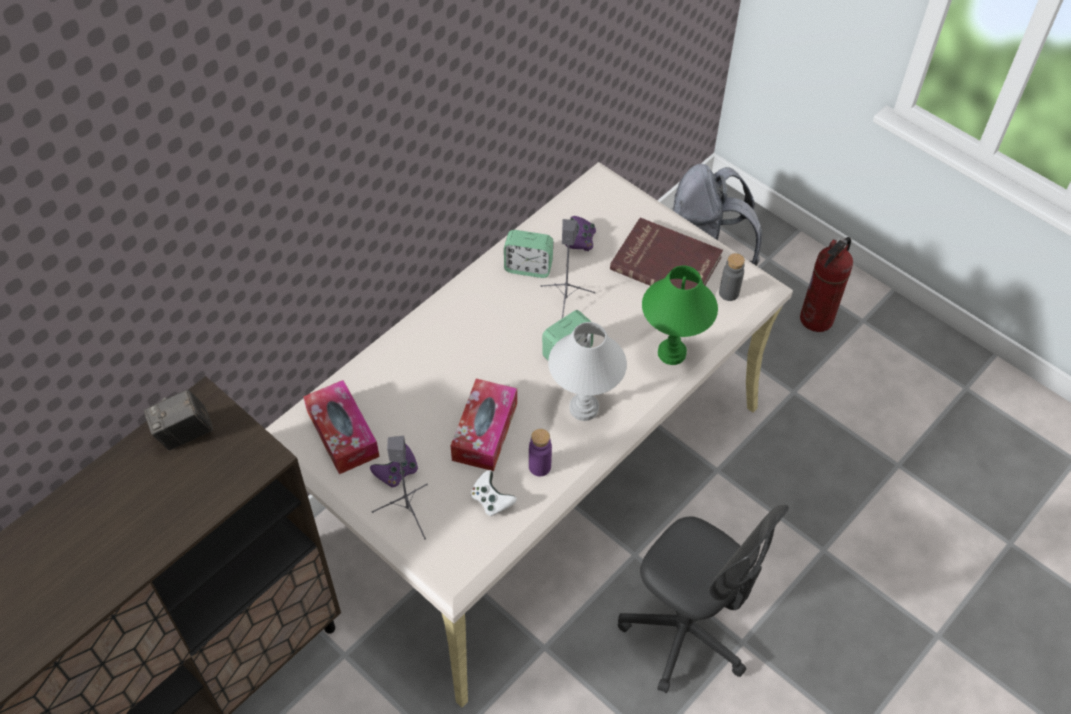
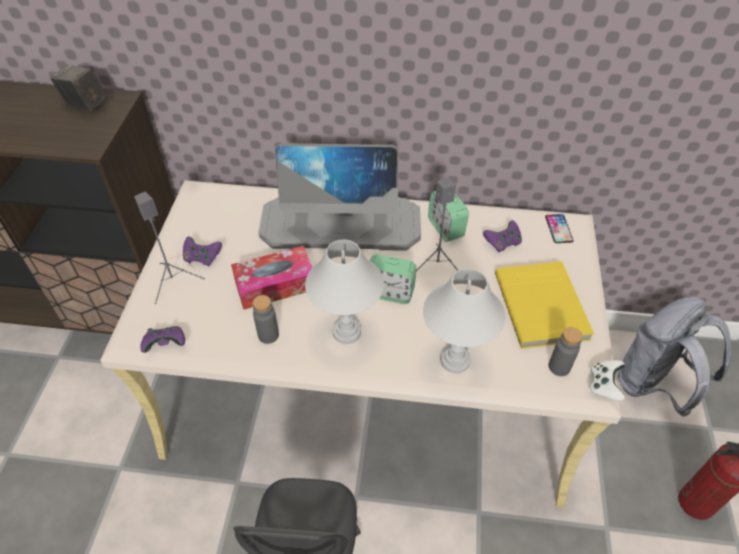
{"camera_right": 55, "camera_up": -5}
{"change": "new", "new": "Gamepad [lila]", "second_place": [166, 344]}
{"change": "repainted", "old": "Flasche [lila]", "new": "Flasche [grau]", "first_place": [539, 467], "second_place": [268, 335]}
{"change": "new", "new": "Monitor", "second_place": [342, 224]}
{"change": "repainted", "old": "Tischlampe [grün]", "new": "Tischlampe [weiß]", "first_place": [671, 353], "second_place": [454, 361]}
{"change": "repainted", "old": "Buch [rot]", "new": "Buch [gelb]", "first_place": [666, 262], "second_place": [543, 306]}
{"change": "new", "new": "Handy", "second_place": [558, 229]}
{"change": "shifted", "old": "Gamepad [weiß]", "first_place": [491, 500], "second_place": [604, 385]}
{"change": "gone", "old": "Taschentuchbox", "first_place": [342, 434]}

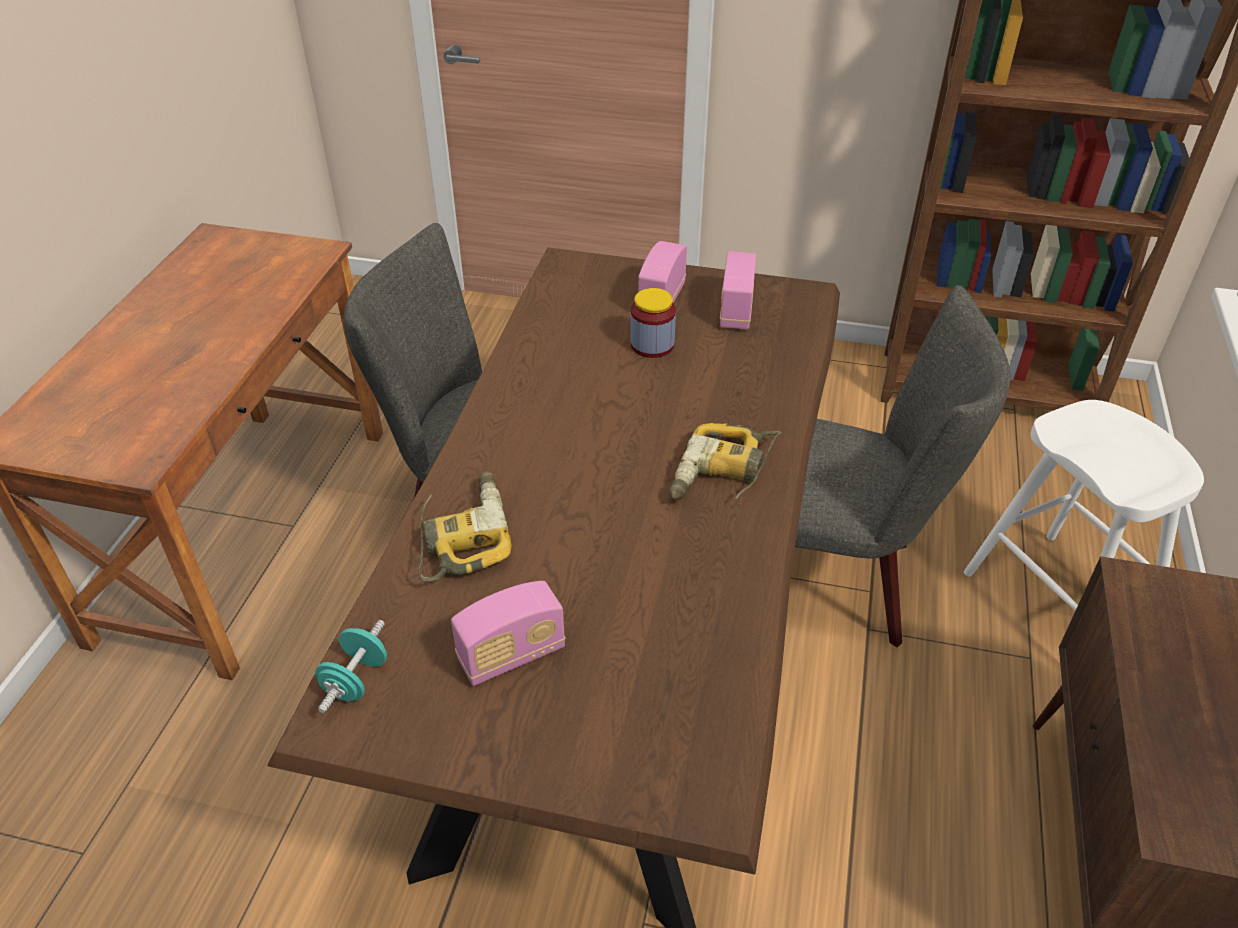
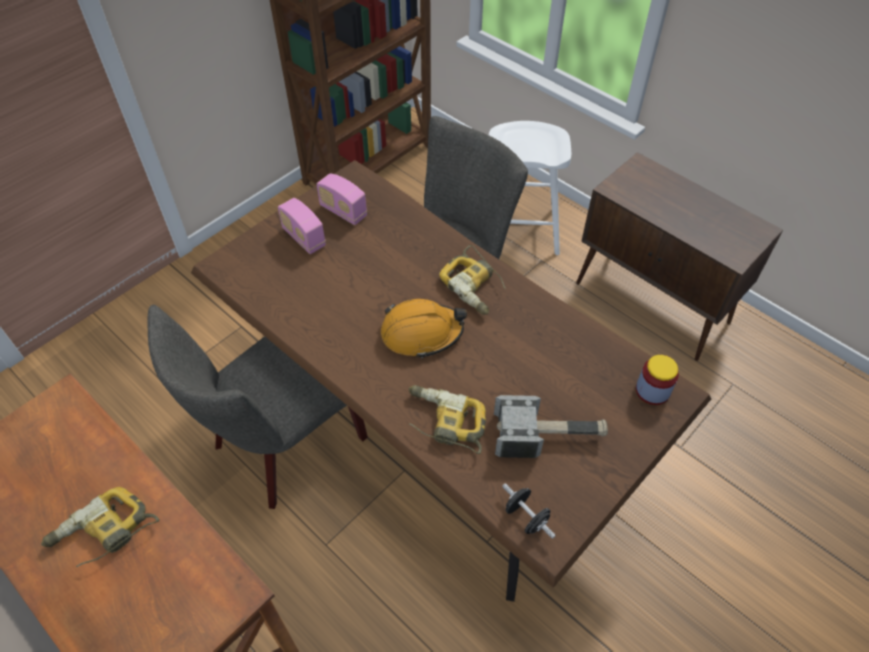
{"camera_right": -60, "camera_up": 10}
{"change": "new", "new": "Bohrmaschine", "second_place": [103, 534]}
{"change": "new", "new": "Schutzhelm [orange]", "second_place": [421, 333]}
{"change": "swapped", "old": "Radio", "new": "Hammer", "first_place": [511, 655], "second_place": [548, 435]}
{"change": "repainted", "old": "Hantel [türkis]", "new": "Hantel [schwarz]", "first_place": [356, 680], "second_place": [526, 517]}
{"change": "shifted", "old": "Vorratsglas", "first_place": [652, 345], "second_place": [652, 390]}

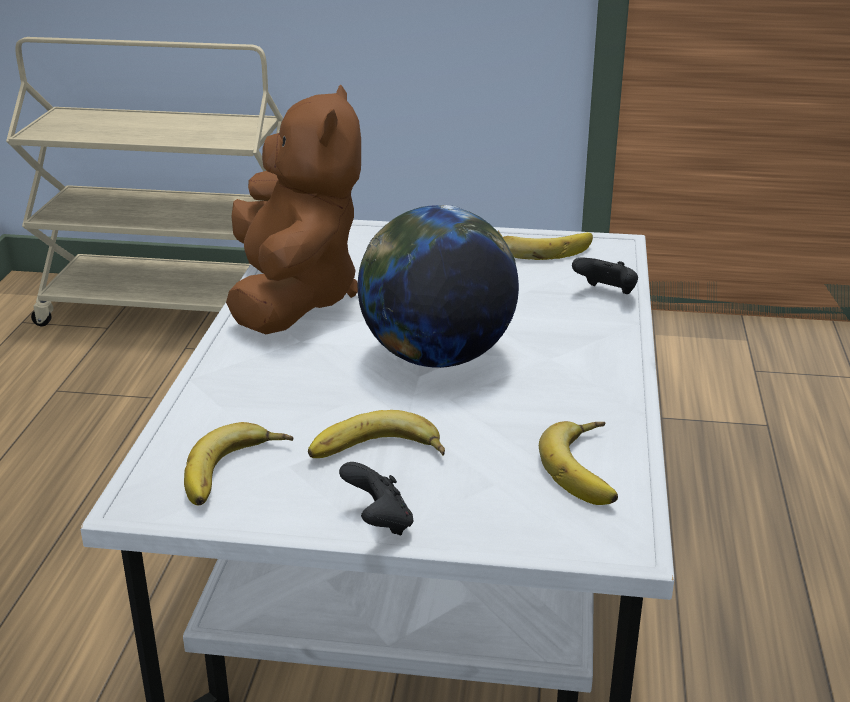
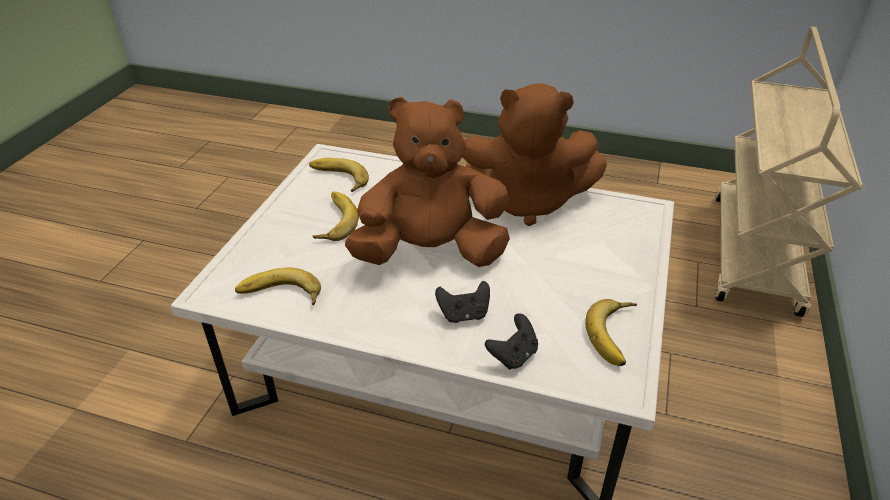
{"camera_right": 100, "camera_up": 10}
{"change": "swapped", "old": "Globus", "new": "Plüschtier [braun]", "first_place": [437, 358], "second_place": [431, 252]}
{"change": "shifted", "old": "Gamepad [schwarz]", "first_place": [379, 522], "second_place": [464, 314]}

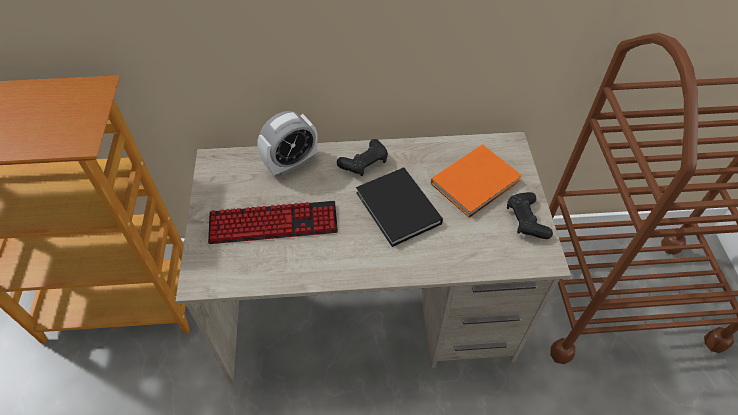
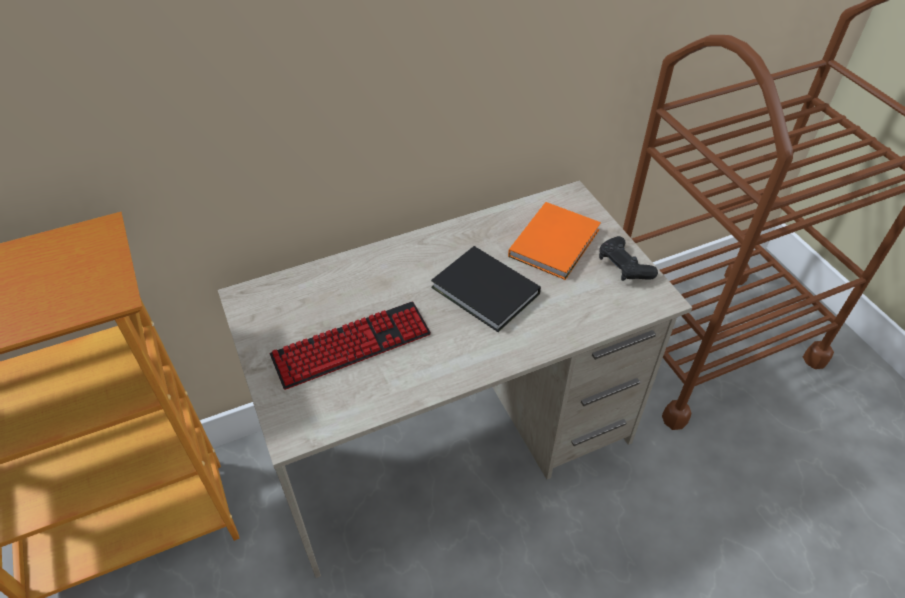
{"camera_right": -20, "camera_up": -5}
{"change": "gone", "old": "Wecker", "first_place": [291, 163]}
{"change": "gone", "old": "Gamepad [schwarz]", "first_place": [364, 163]}

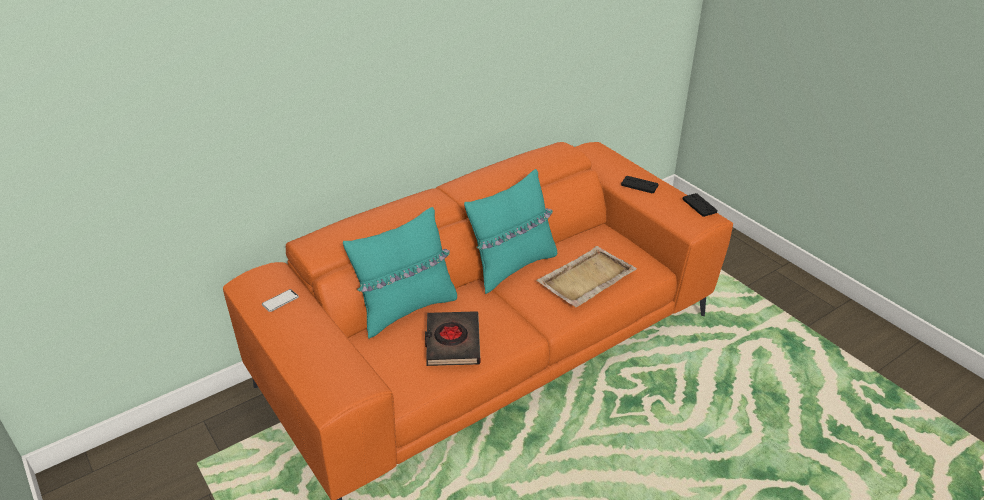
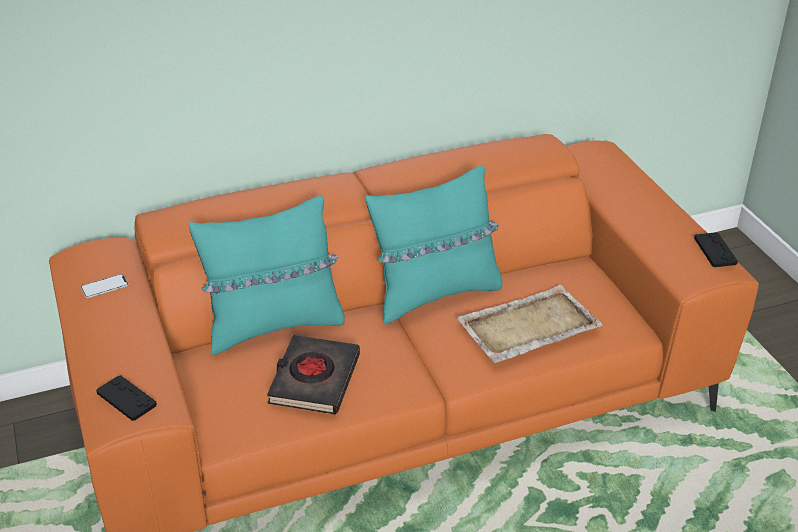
{"camera_right": 15, "camera_up": 0}
{"change": "shifted", "old": "Gamepad [schwarz]", "first_place": [639, 185], "second_place": [126, 399]}

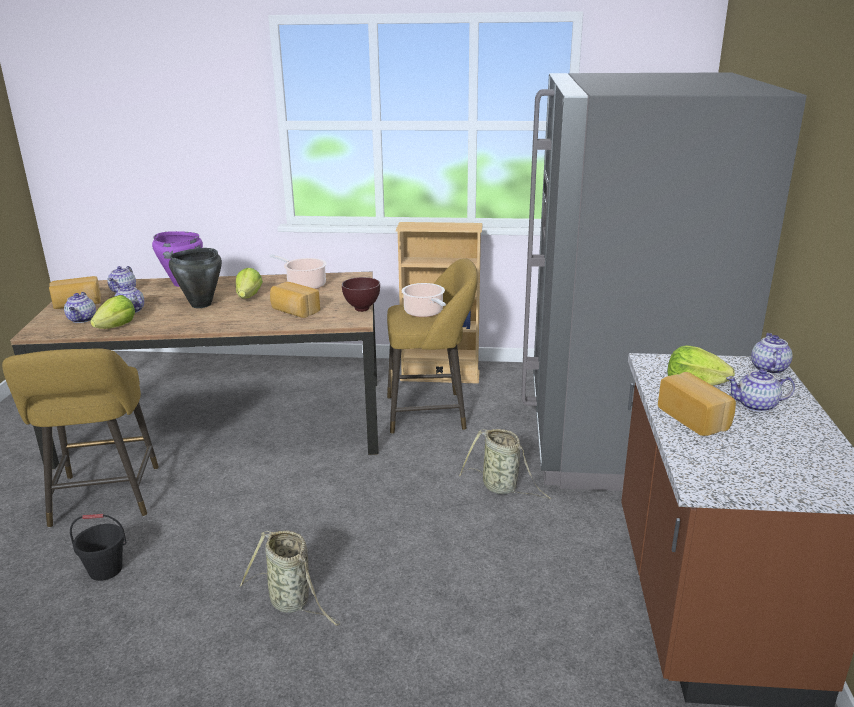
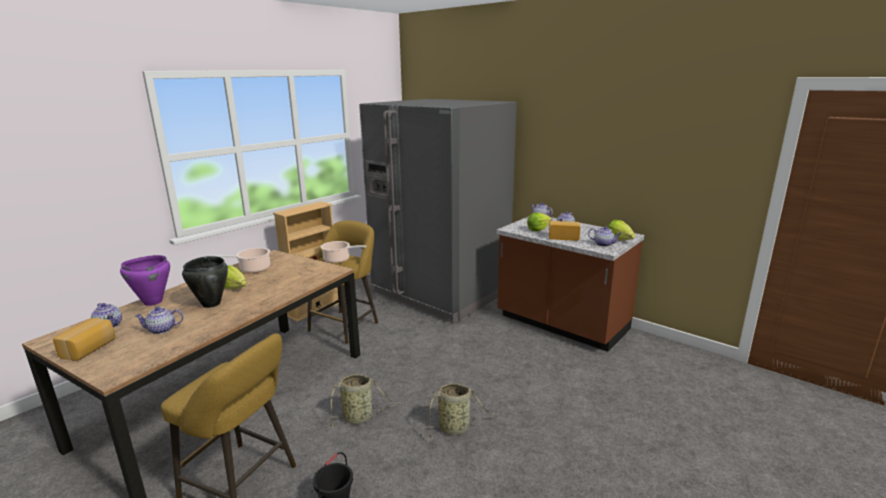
{"camera_right": -55, "camera_up": -5}
{"change": "shifted", "old": "Korb", "first_place": [502, 488], "second_place": [360, 417]}
{"change": "shifted", "old": "Teekanne", "first_place": [82, 320], "second_place": [604, 244]}
{"change": "shifted", "old": "Salatkopf", "first_place": [116, 327], "second_place": [619, 239]}
{"change": "gone", "old": "Brot", "first_place": [294, 311]}
{"change": "gone", "old": "Schüssel [braun]", "first_place": [362, 310]}

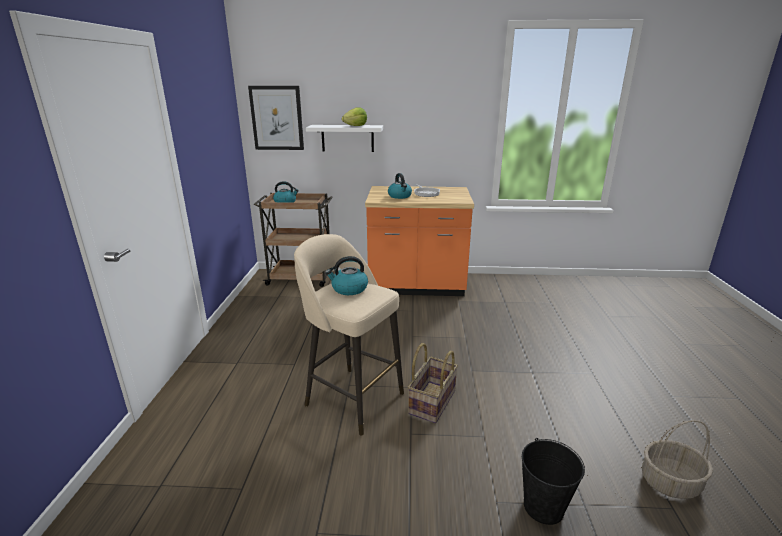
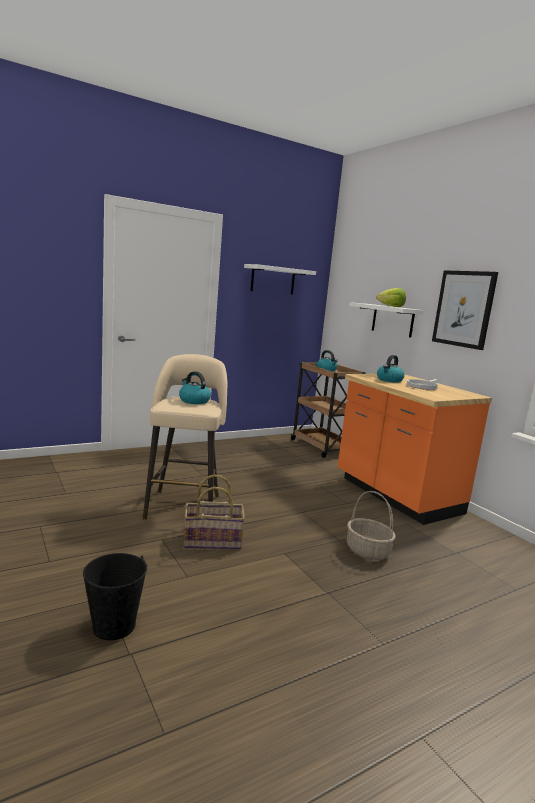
{"camera_right": 55, "camera_up": -10}
{"change": "new", "new": "Wandregal [weiß]", "second_place": [273, 280]}
{"change": "shifted", "old": "Korb", "first_place": [670, 482], "second_place": [367, 551]}
{"change": "shifted", "old": "Bild", "first_place": [277, 118], "second_place": [464, 309]}

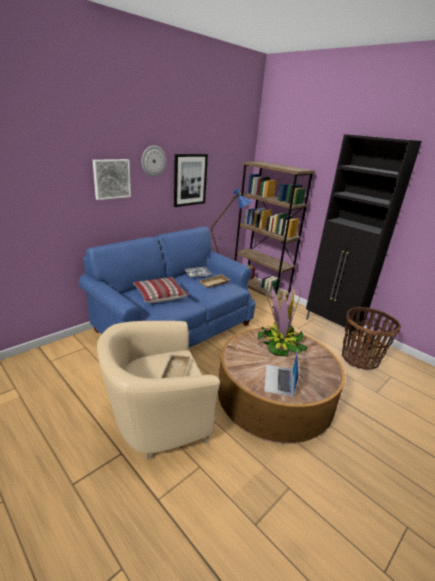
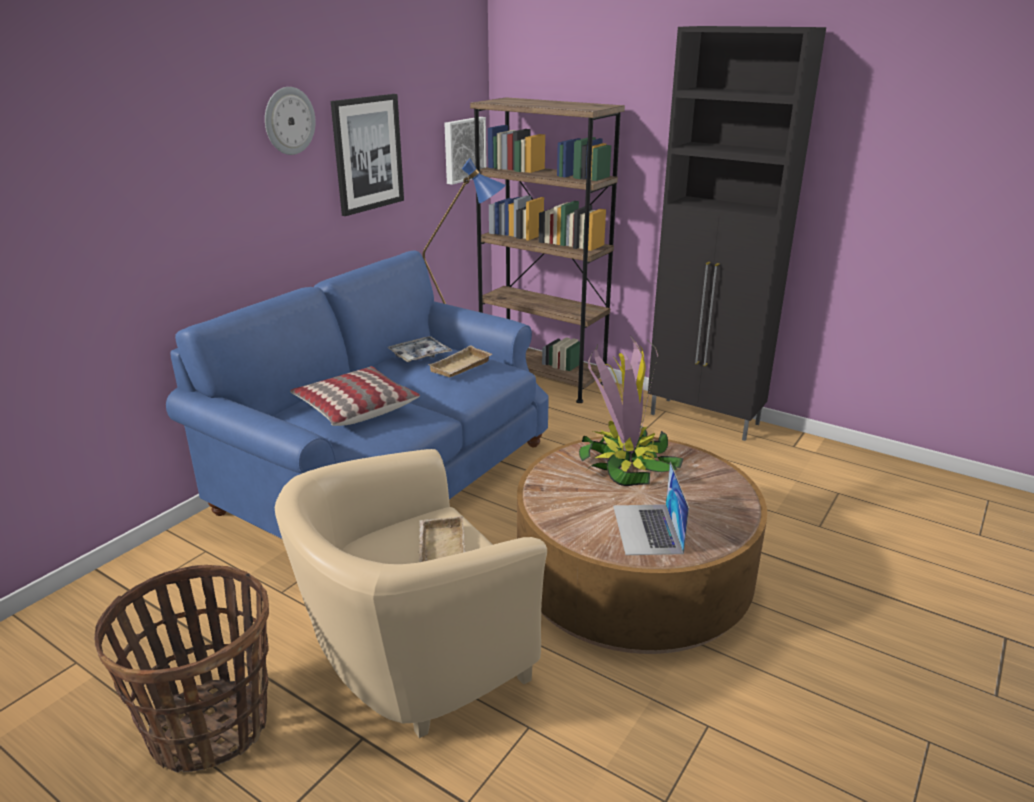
{"camera_right": -10, "camera_up": 0}
{"change": "shifted", "old": "Korb", "first_place": [360, 359], "second_place": [210, 727]}
{"change": "shifted", "old": "Bild", "first_place": [111, 179], "second_place": [463, 149]}

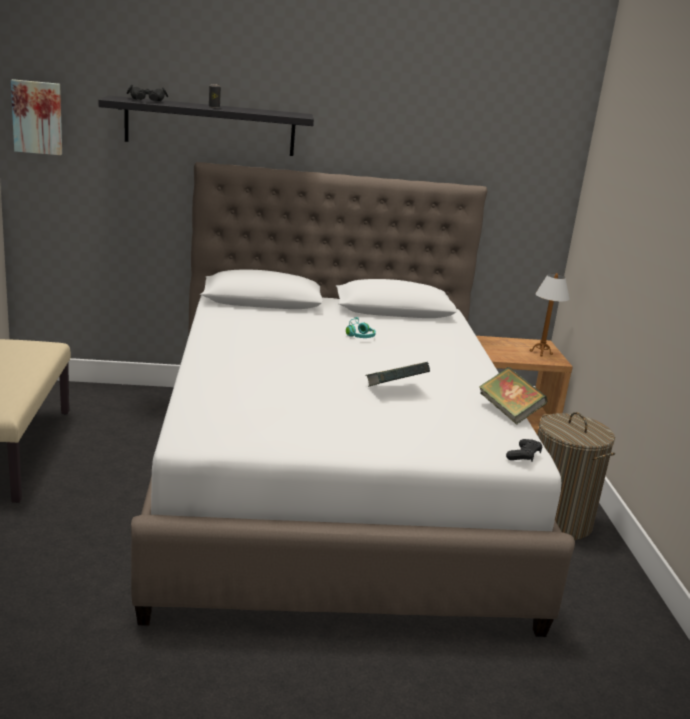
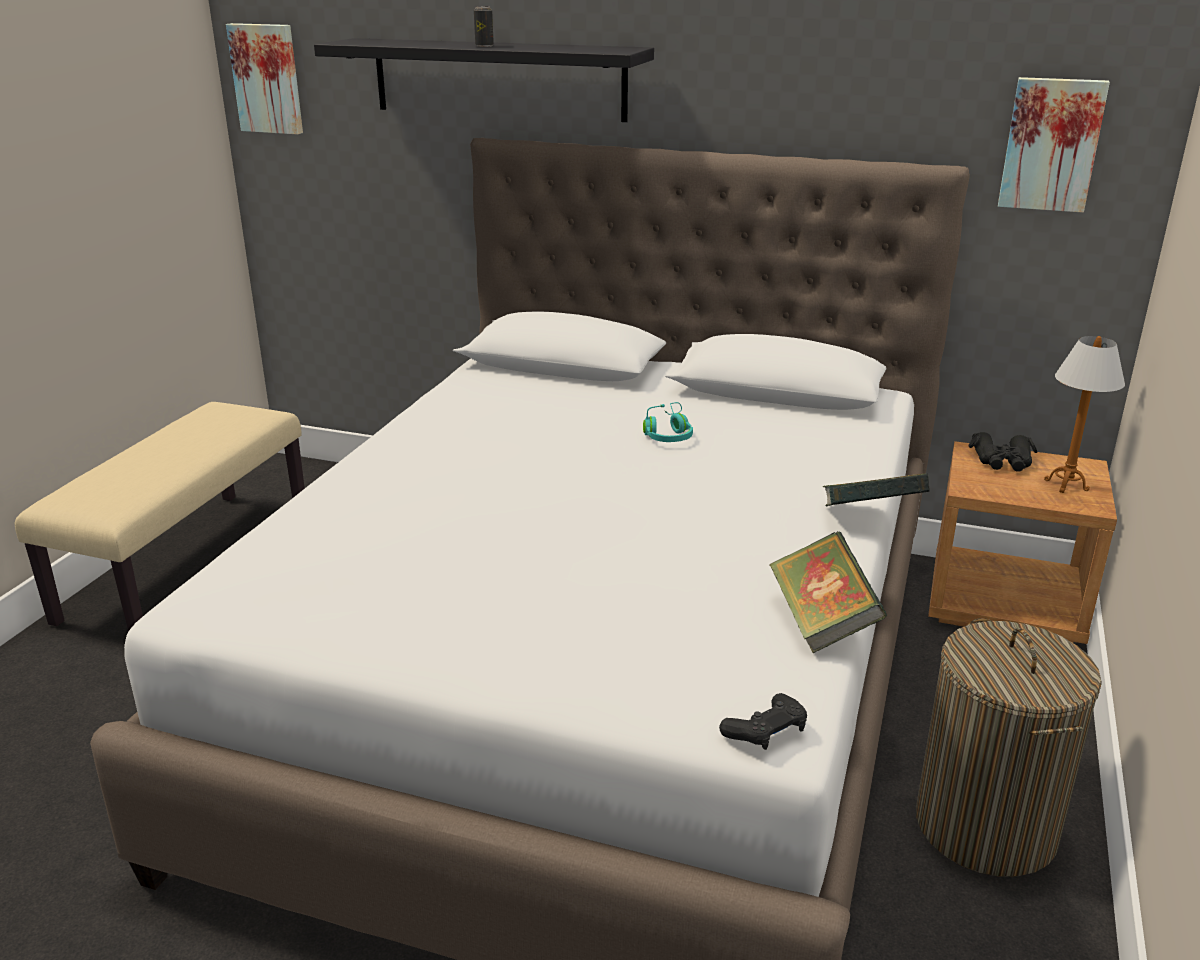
{"camera_right": 25, "camera_up": 5}
{"change": "shifted", "old": "Buch", "first_place": [395, 390], "second_place": [870, 517]}
{"change": "shifted", "old": "Fernglas [schwarz]", "first_place": [147, 101], "second_place": [1002, 461]}
{"change": "new", "new": "Bild", "second_place": [1051, 144]}

